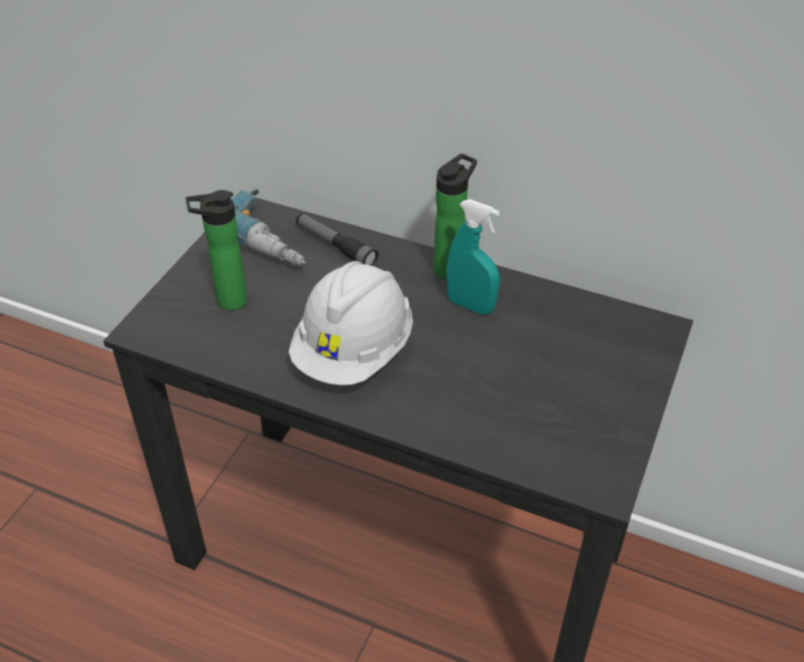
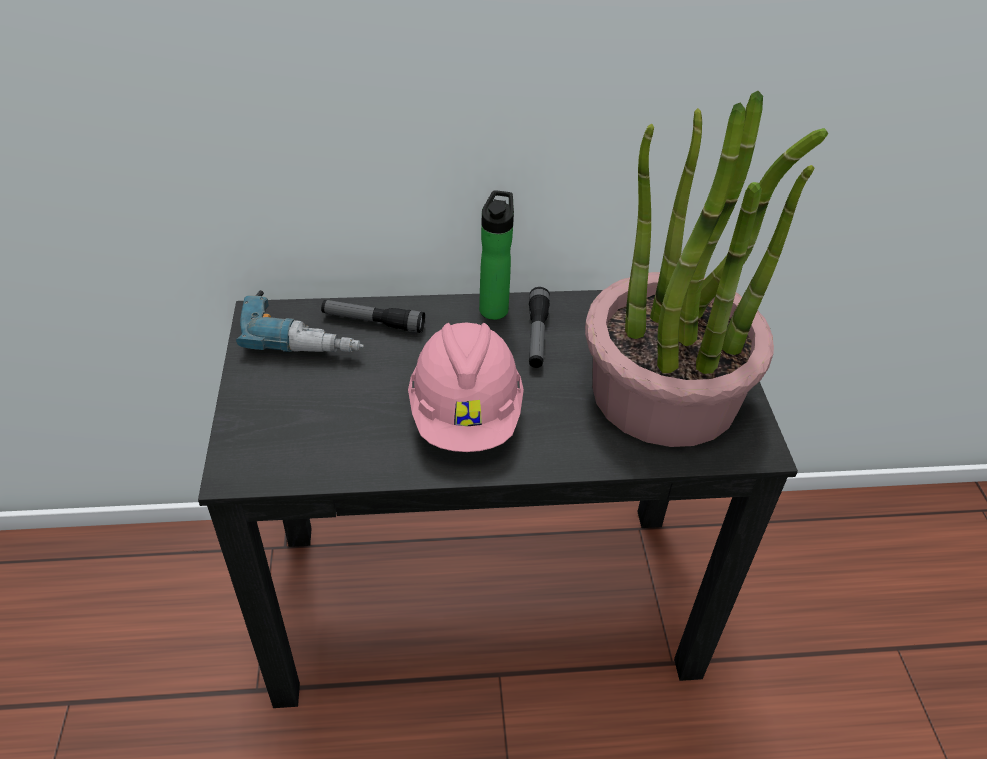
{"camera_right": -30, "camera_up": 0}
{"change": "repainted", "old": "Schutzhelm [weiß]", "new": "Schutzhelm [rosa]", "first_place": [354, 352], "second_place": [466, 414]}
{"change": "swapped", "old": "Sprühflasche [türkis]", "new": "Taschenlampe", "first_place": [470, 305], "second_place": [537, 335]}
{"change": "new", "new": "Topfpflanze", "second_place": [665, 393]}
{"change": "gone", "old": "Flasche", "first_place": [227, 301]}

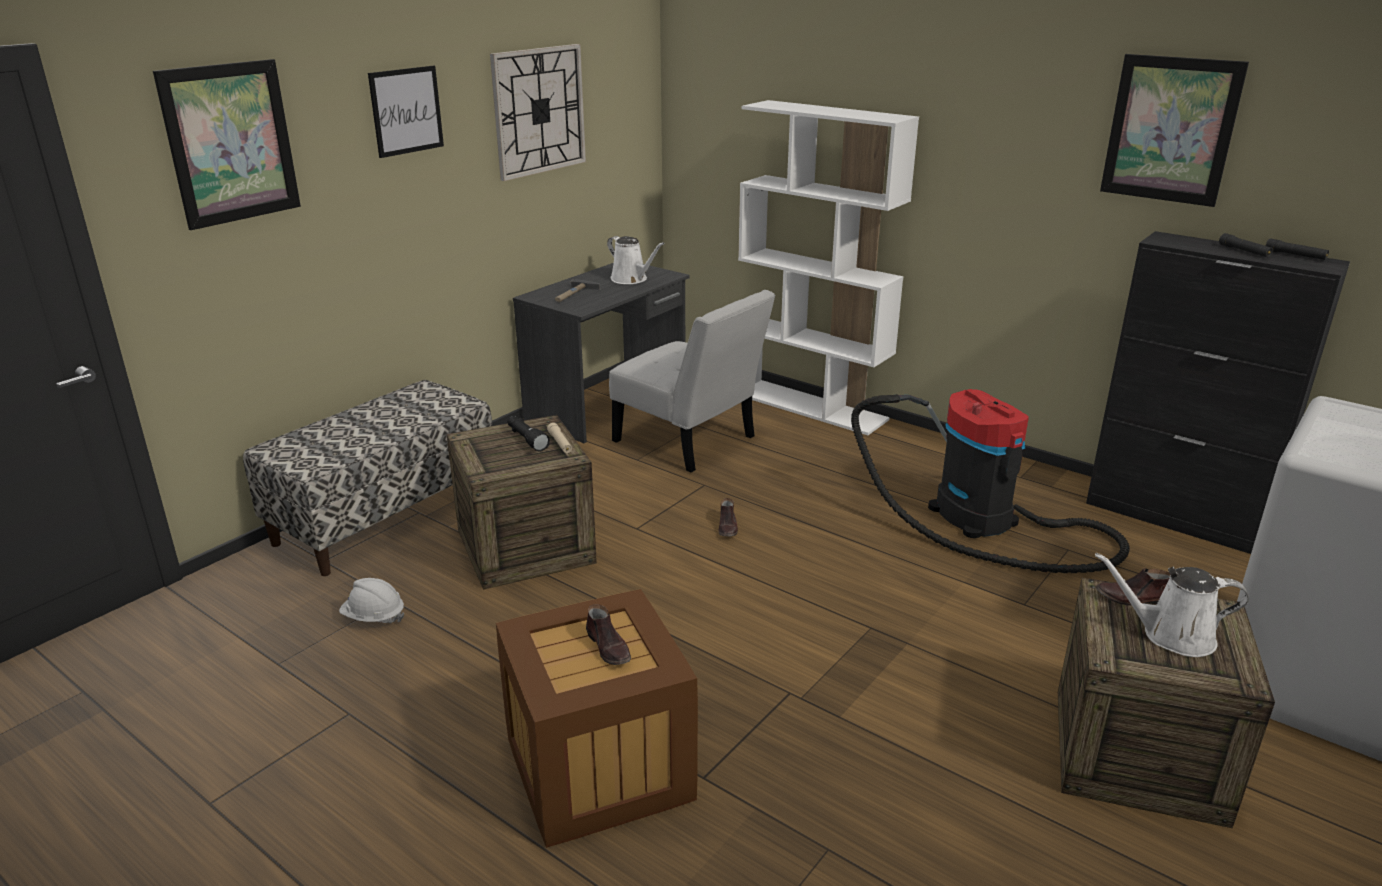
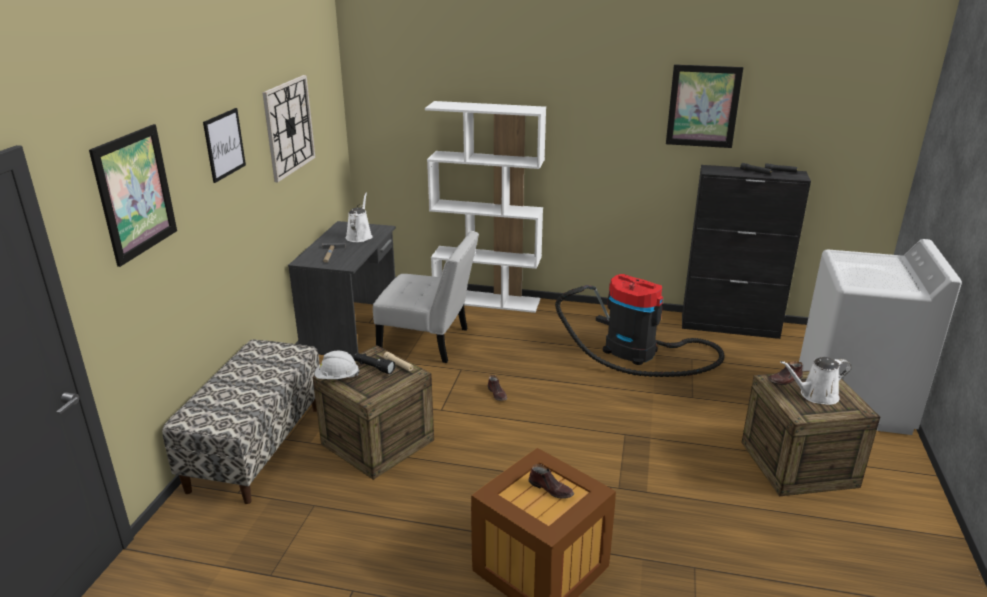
{"camera_right": -25, "camera_up": 0}
{"change": "shifted", "old": "Schutzhelm [weiß]", "first_place": [373, 617], "second_place": [337, 378]}
{"change": "rotated", "old": "Gießkanne [weiß]", "first_place": [631, 279], "second_place": [359, 236], "degrees": -105}

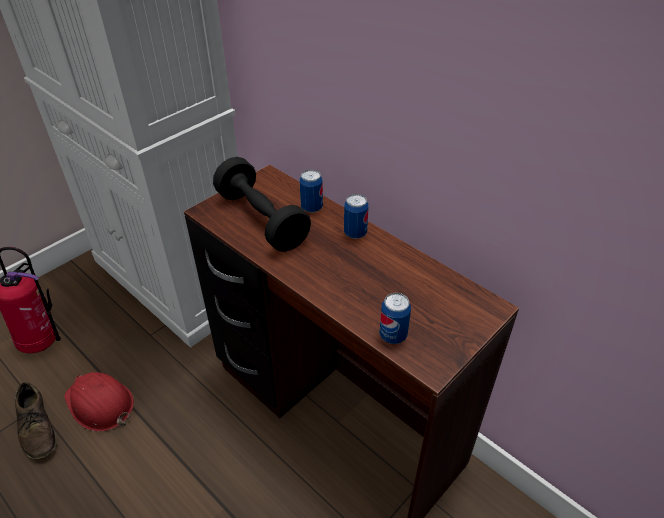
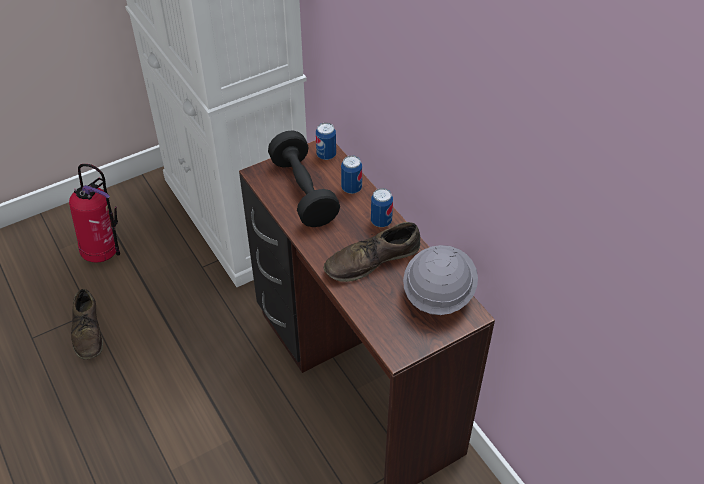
{"camera_right": 15, "camera_up": 5}
{"change": "shifted", "old": "Dose", "first_place": [393, 335], "second_place": [326, 155]}
{"change": "new", "new": "Schuh [braun]", "second_place": [372, 260]}
{"change": "new", "new": "Schutzhelm [grau]", "second_place": [438, 293]}
{"change": "gone", "old": "Schutzhelm [rot]", "first_place": [100, 404]}

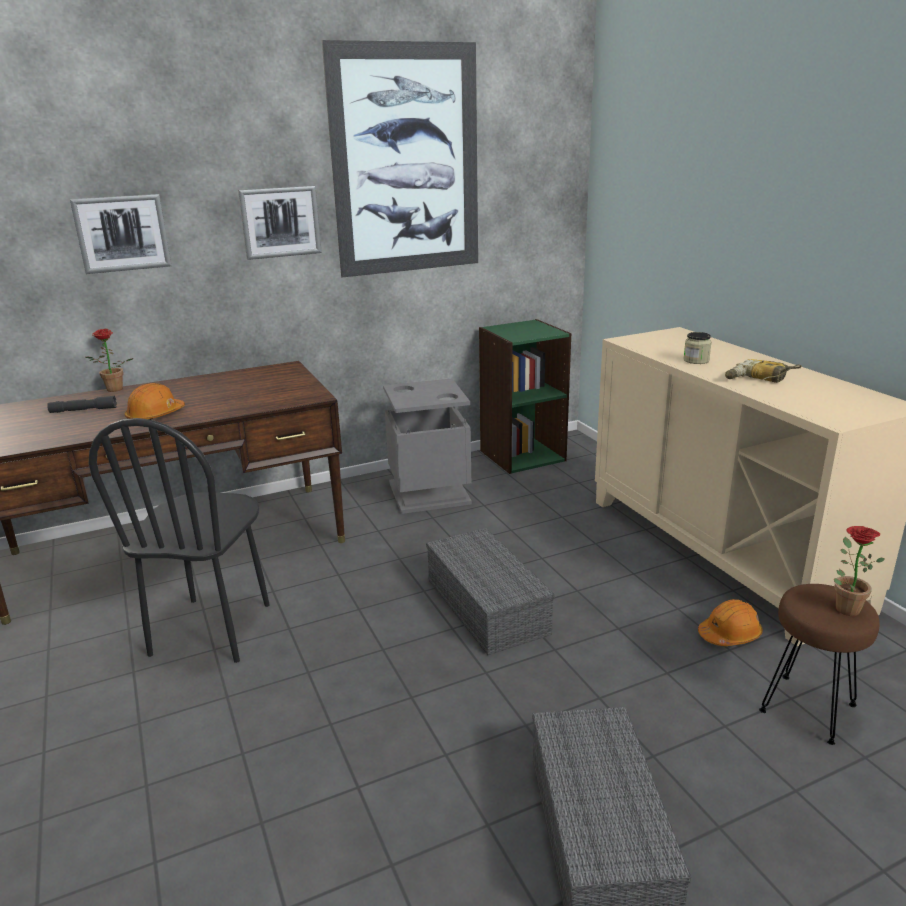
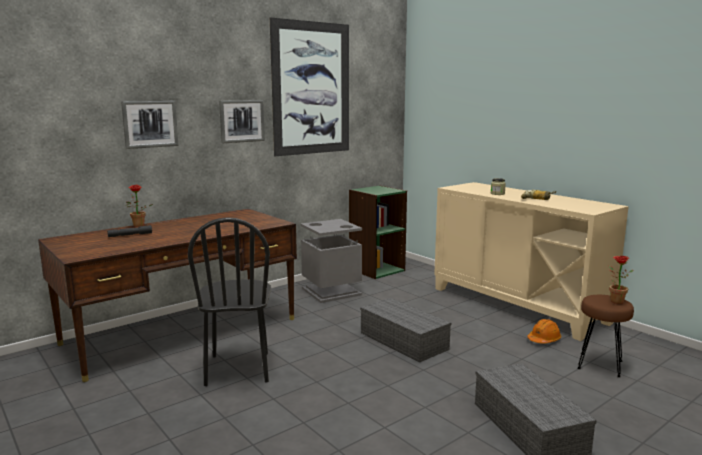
{"camera_right": -15, "camera_up": -10}
{"change": "gone", "old": "Schutzhelm [orange]", "first_place": [155, 416]}

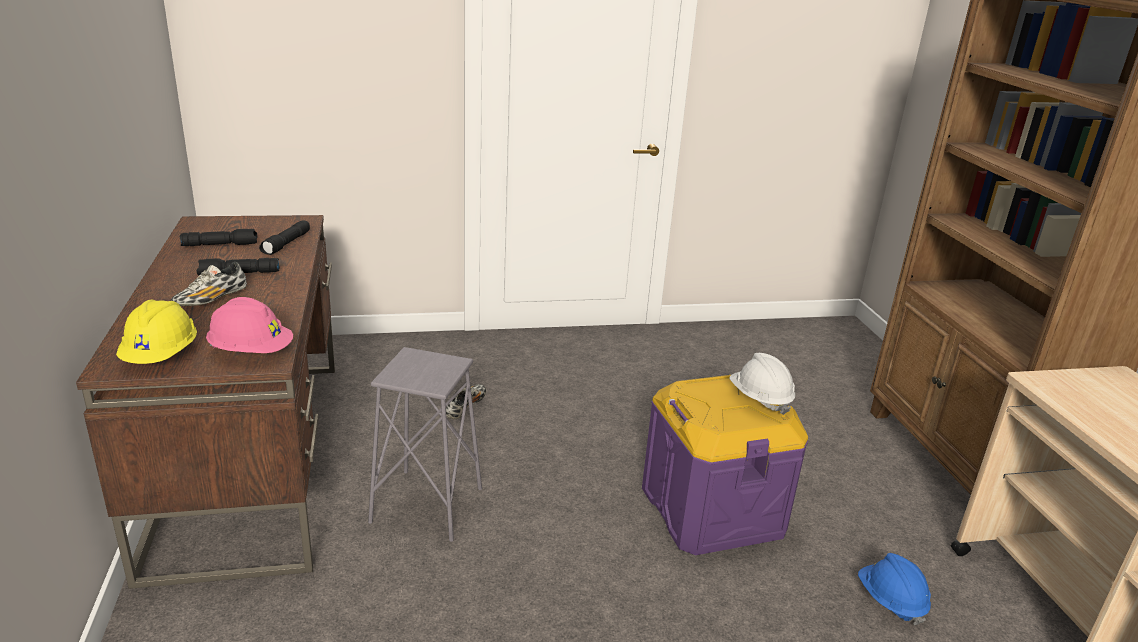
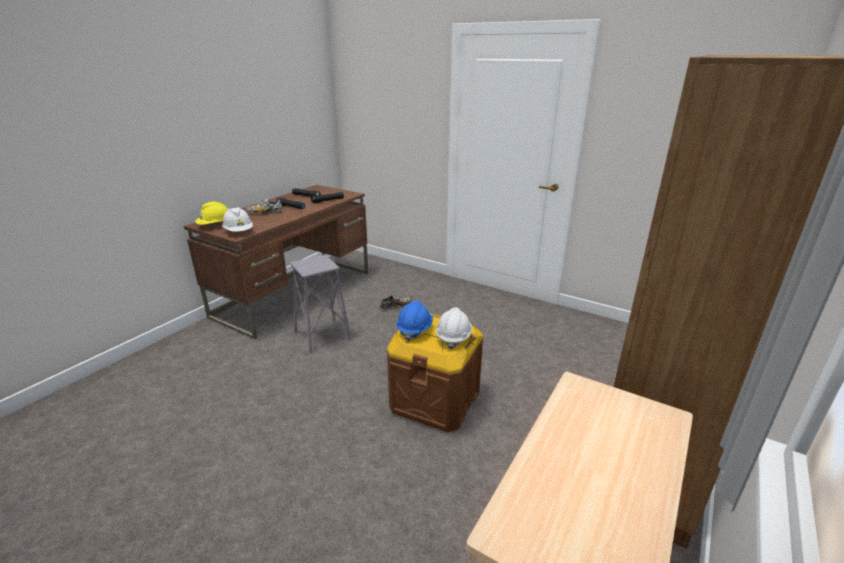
{"camera_right": 45, "camera_up": 0}
{"change": "repainted", "old": "Schutzhelm [rosa]", "new": "Schutzhelm [weiß]", "first_place": [251, 352], "second_place": [239, 232]}
{"change": "repainted", "old": "Aufbewahrungsbox [lila]", "new": "Aufbewahrungsbox [braun]", "first_place": [712, 510], "second_place": [435, 400]}
{"change": "shifted", "old": "Schutzhelm [blau]", "first_place": [890, 601], "second_place": [414, 330]}

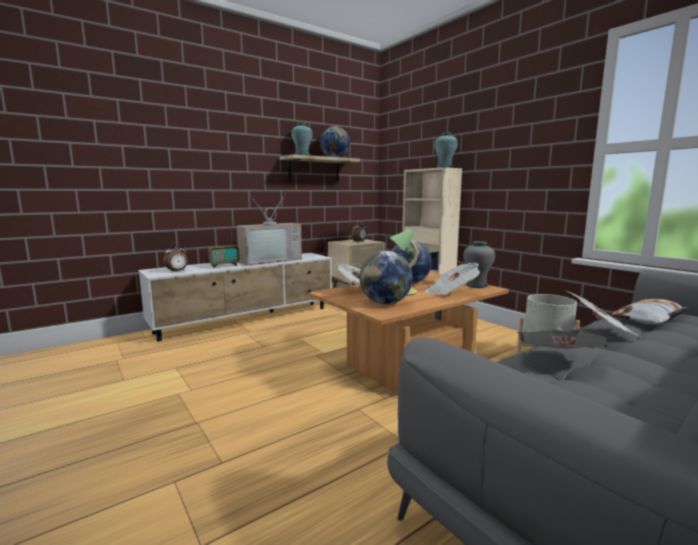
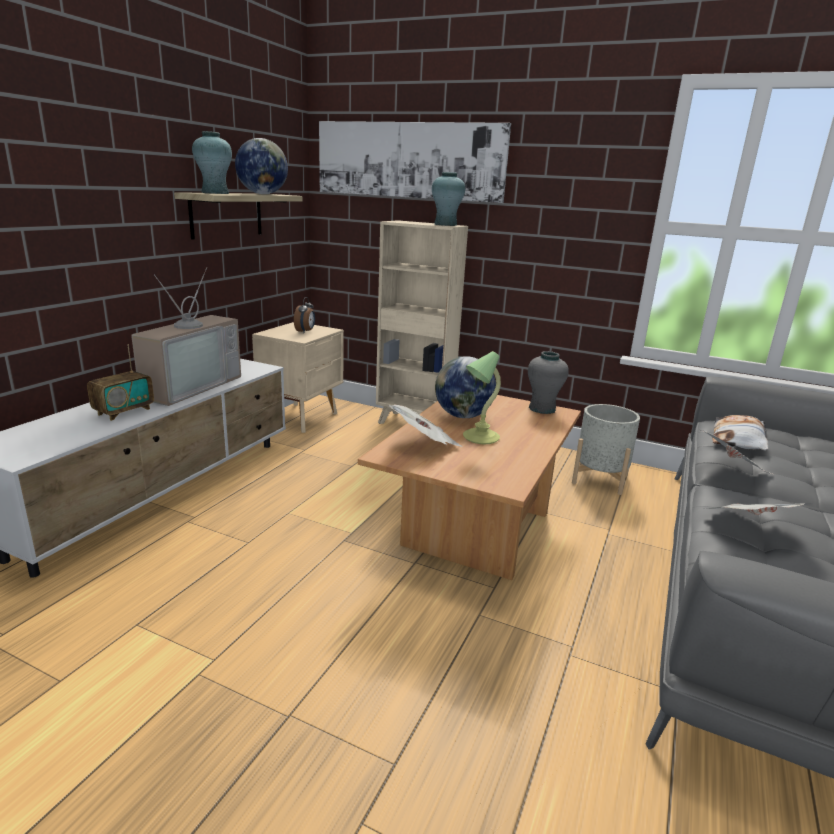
{"camera_right": -30, "camera_up": 10}
{"change": "new", "new": "Bild", "second_place": [408, 160]}
{"change": "gone", "old": "Wecker", "first_place": [177, 271]}
{"change": "gone", "old": "Globus", "first_place": [385, 303]}
{"change": "gone", "old": "Zeitung", "first_place": [451, 292]}

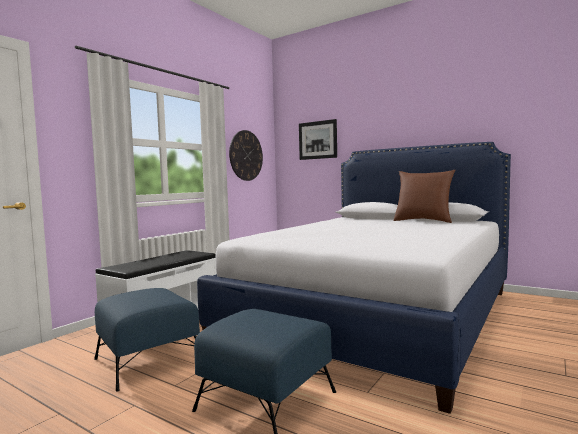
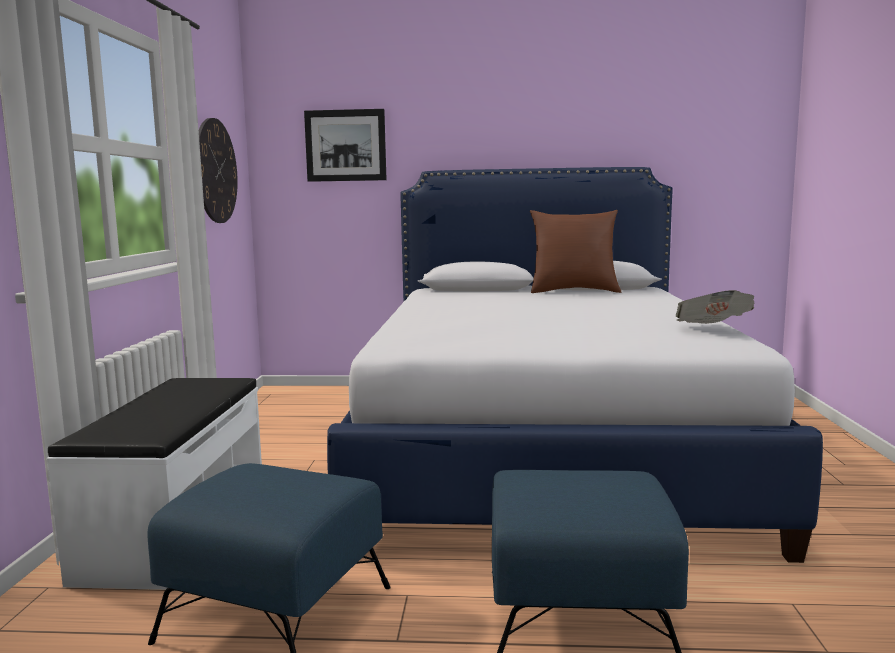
{"camera_right": -30, "camera_up": 5}
{"change": "new", "new": "Zeitung", "second_place": [712, 330]}

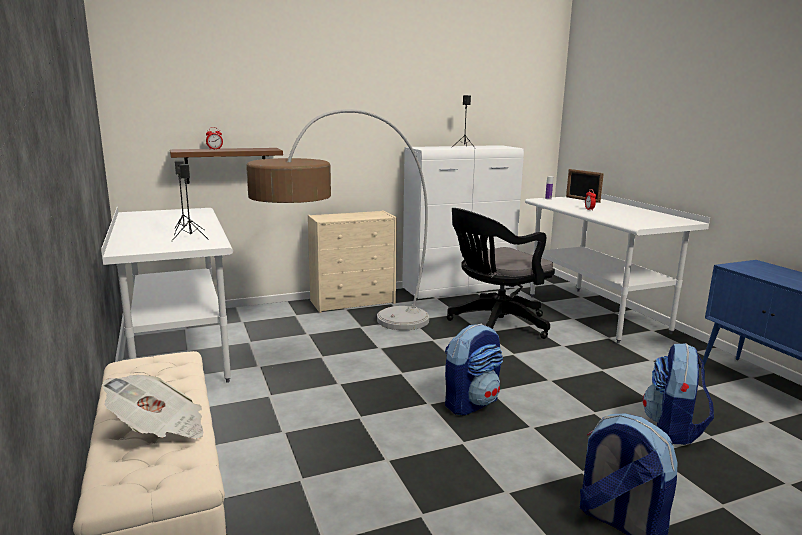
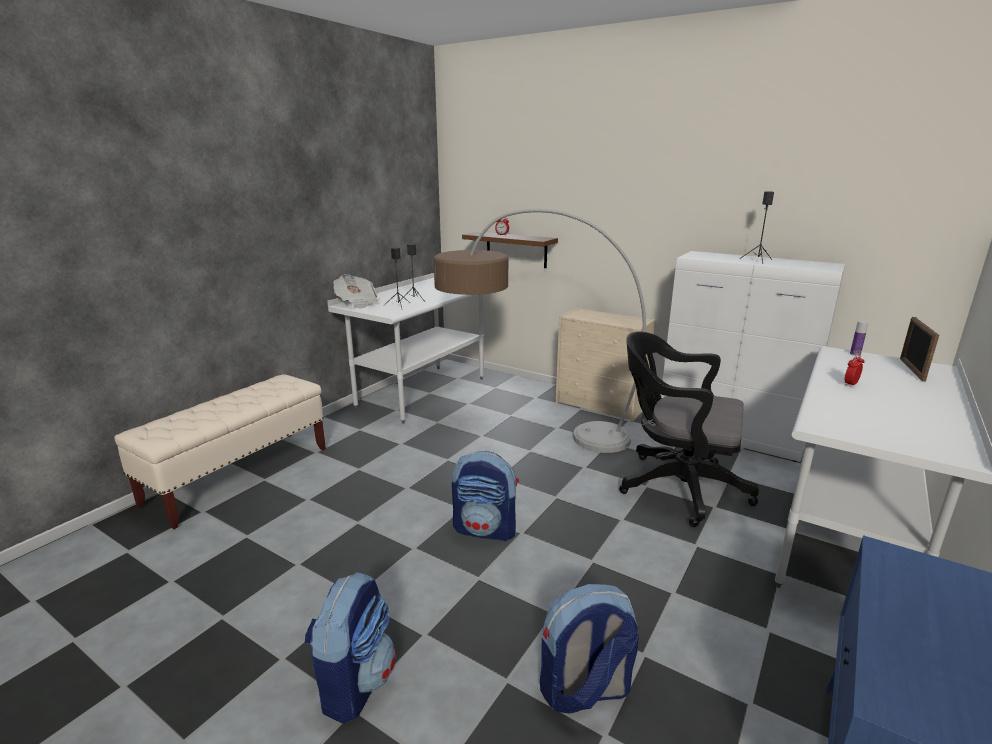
{"camera_right": 55, "camera_up": 5}
{"change": "shifted", "old": "Zeitung", "first_place": [160, 429], "second_place": [356, 303]}

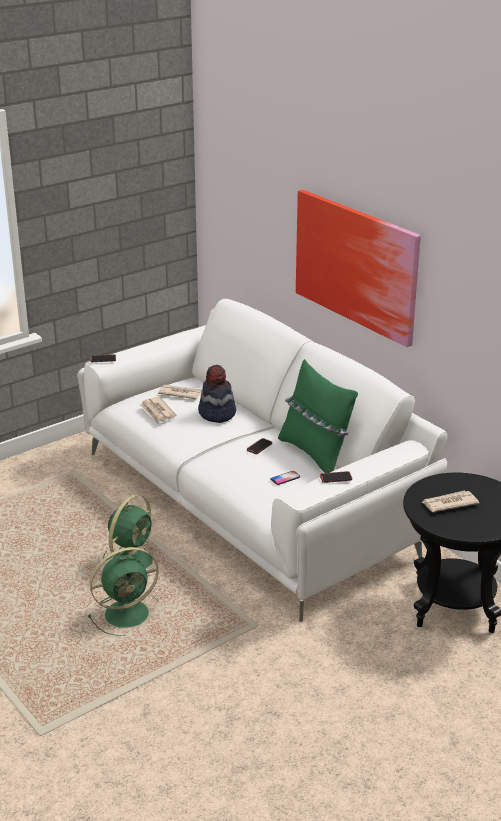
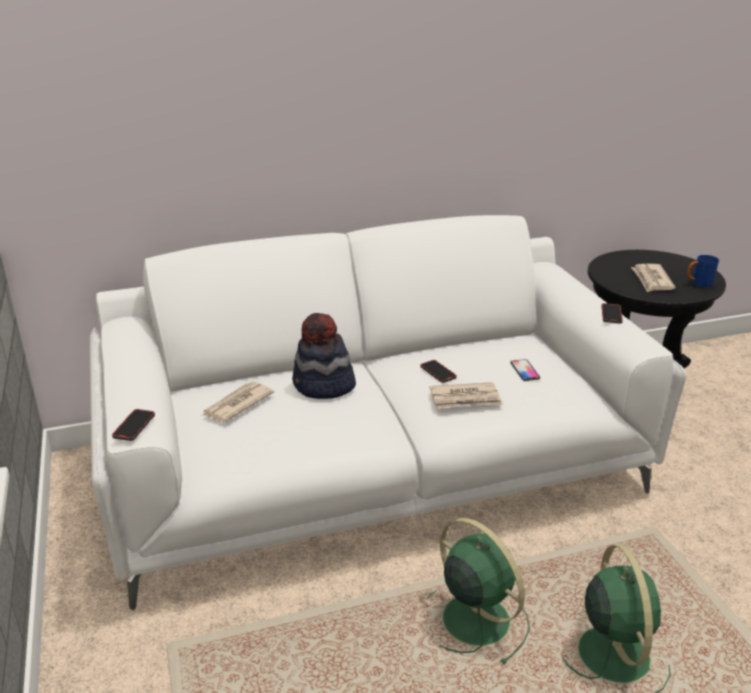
{"camera_right": -70, "camera_up": 0}
{"change": "shifted", "old": "Zeitung", "first_place": [157, 412], "second_place": [466, 399]}
{"change": "new", "new": "Henkelbecher [blau]", "second_place": [698, 284]}
{"change": "gone", "old": "Kissen [grün]", "first_place": [315, 454]}
{"change": "gone", "old": "Bild", "first_place": [356, 265]}

